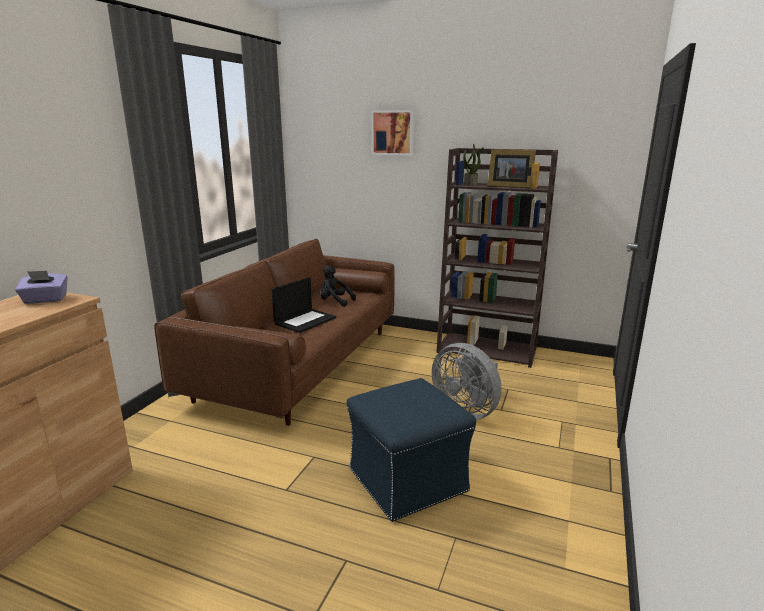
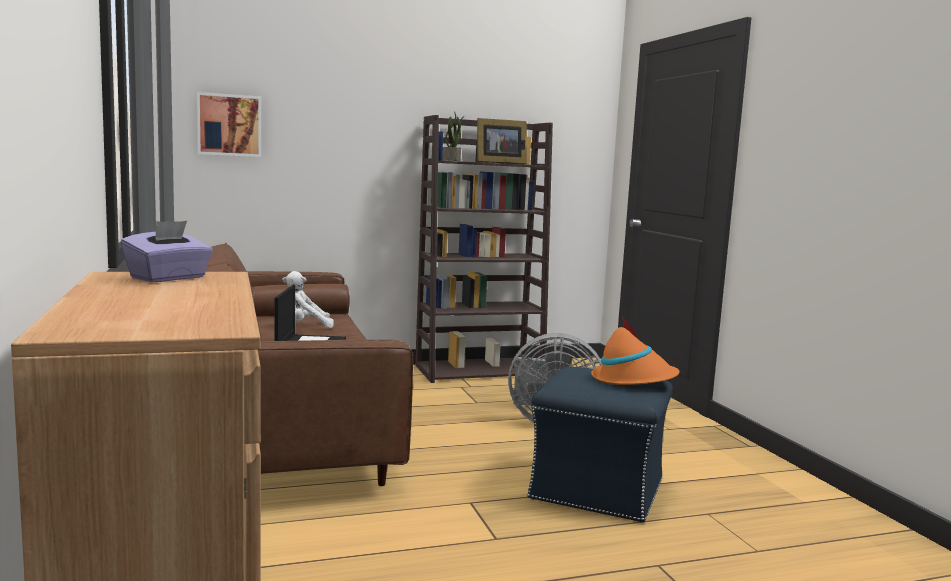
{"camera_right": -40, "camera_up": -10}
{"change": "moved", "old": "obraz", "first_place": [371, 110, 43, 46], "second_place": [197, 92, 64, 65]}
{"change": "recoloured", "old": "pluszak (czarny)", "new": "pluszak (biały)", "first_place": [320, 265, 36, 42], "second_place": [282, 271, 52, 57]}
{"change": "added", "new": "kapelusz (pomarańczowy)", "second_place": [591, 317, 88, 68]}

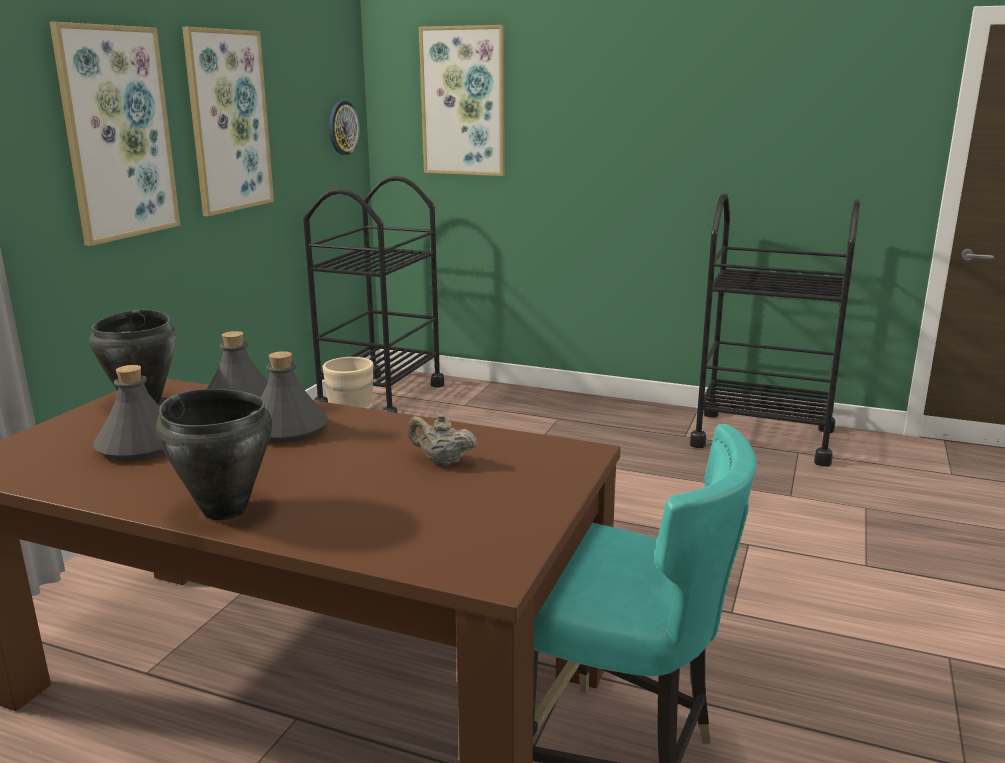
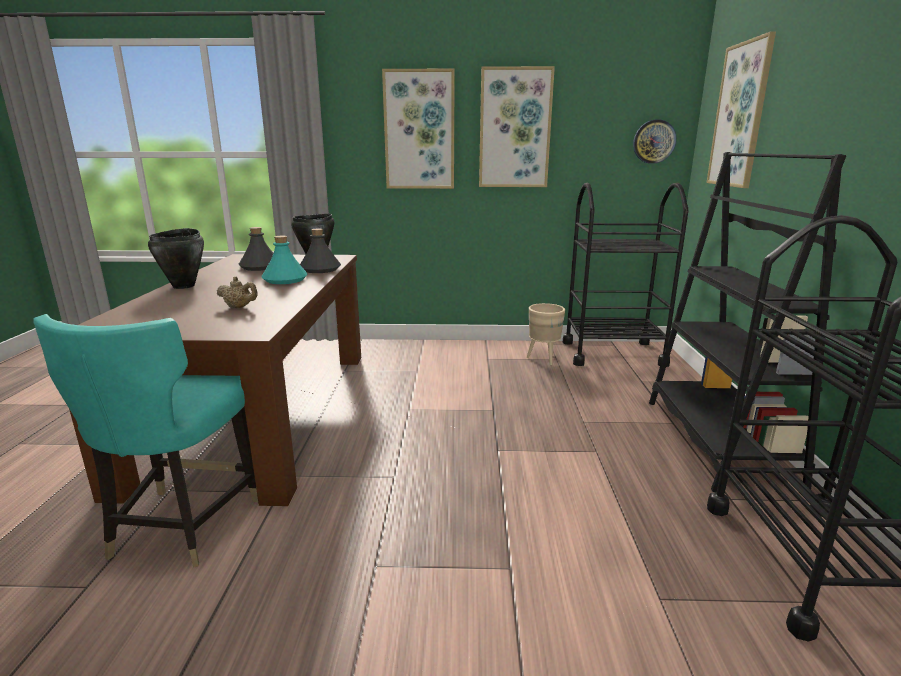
{"camera_right": 70, "camera_up": 0}
{"change": "recoloured", "old": "butelka (szary)", "new": "butelka (turkusowy)", "first_place": [261, 351, 67, 92], "second_place": [261, 236, 47, 48]}
{"change": "turned", "old": "imbryk (beżowy)", "first_place": [408, 414, 69, 52], "second_place": [217, 277, 41, 31], "degrees": 105}
{"change": "added", "new": "regał (czarny)", "second_place": [649, 152, 197, 340]}

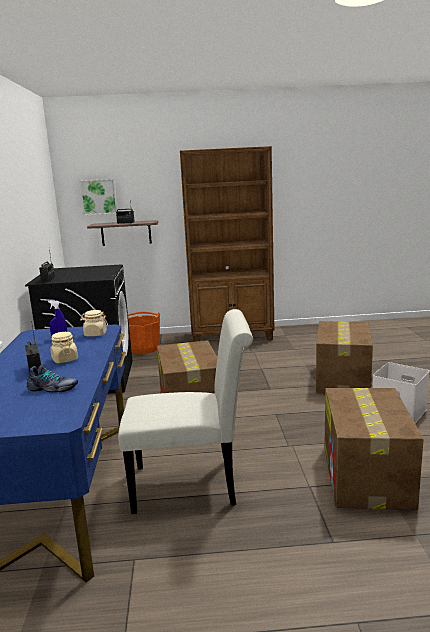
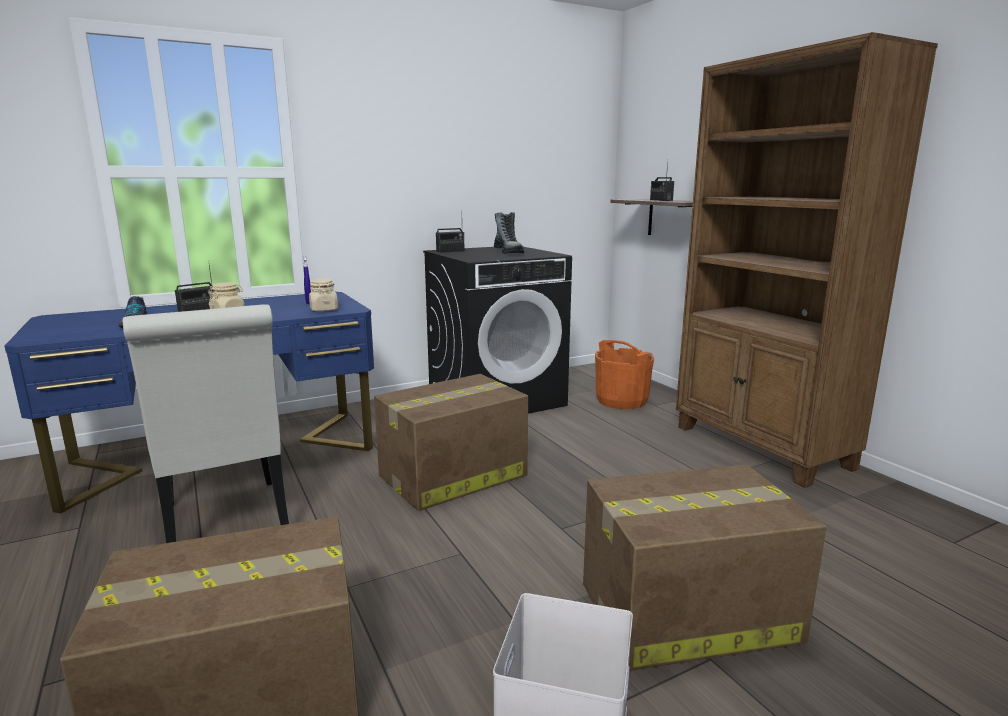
{"camera_right": 65, "camera_up": 0}
{"change": "removed", "old": "obraz", "first_place": [79, 179, 38, 37]}
{"change": "added", "new": "but z cholewką", "second_place": [494, 212, 30, 42]}

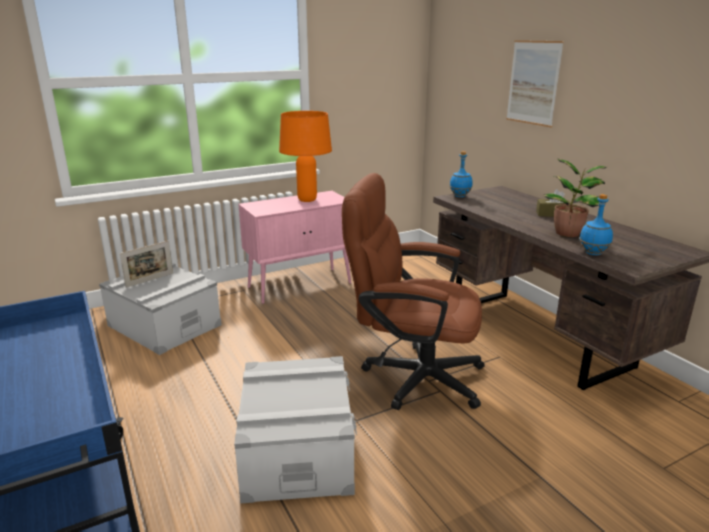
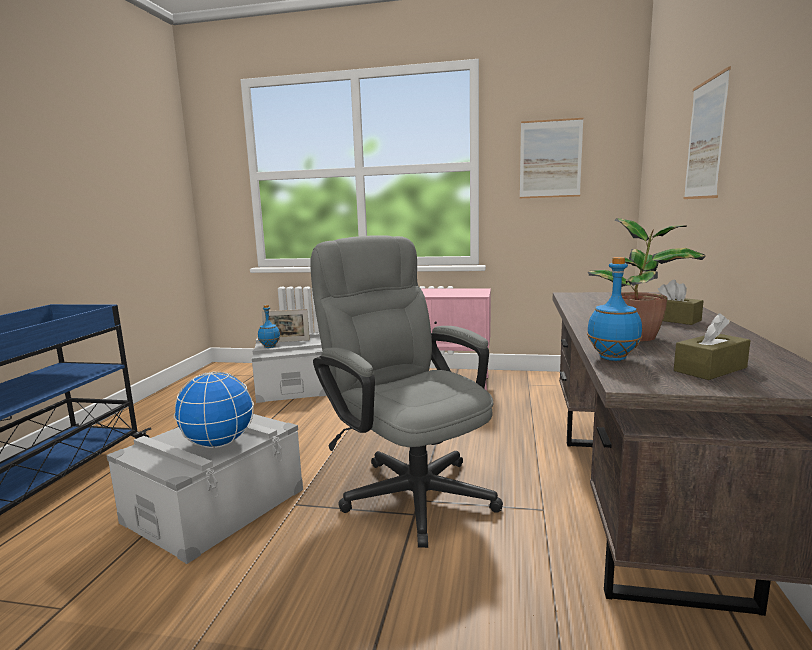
{"camera_right": 40, "camera_up": -10}
{"change": "removed", "old": "lampa stołowa (pomarańczowy)", "first_place": [279, 111, 53, 91]}
{"change": "moved", "old": "butelka (niebieski)", "first_place": [450, 151, 23, 47], "second_place": [258, 305, 22, 43]}
{"change": "recoloured", "old": "krzesło biurowe (brązowy)", "new": "krzesło biurowe (szary)", "first_place": [342, 173, 143, 237], "second_place": [310, 235, 193, 313]}
{"change": "added", "new": "obraz", "second_place": [520, 118, 63, 80]}
{"change": "added", "new": "pudełko chusteczek (brązowy)", "second_place": [674, 313, 77, 67]}
{"change": "added", "new": "globus", "second_place": [174, 372, 80, 76]}

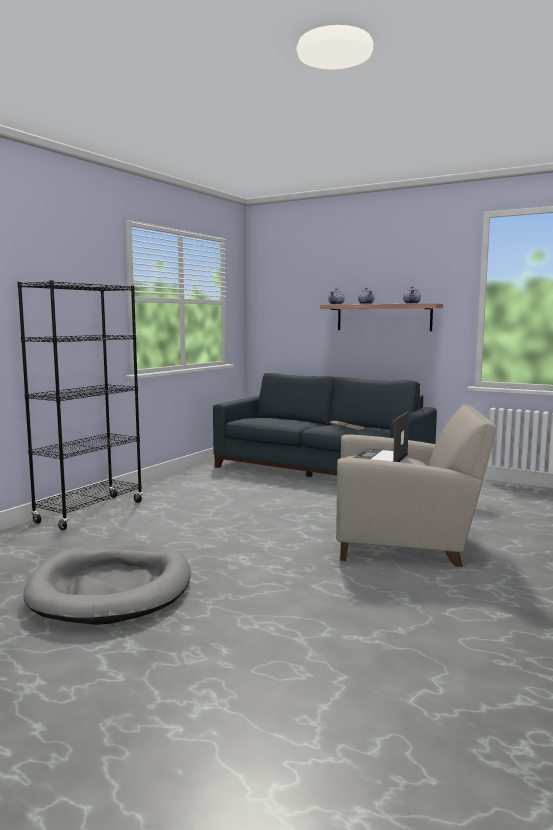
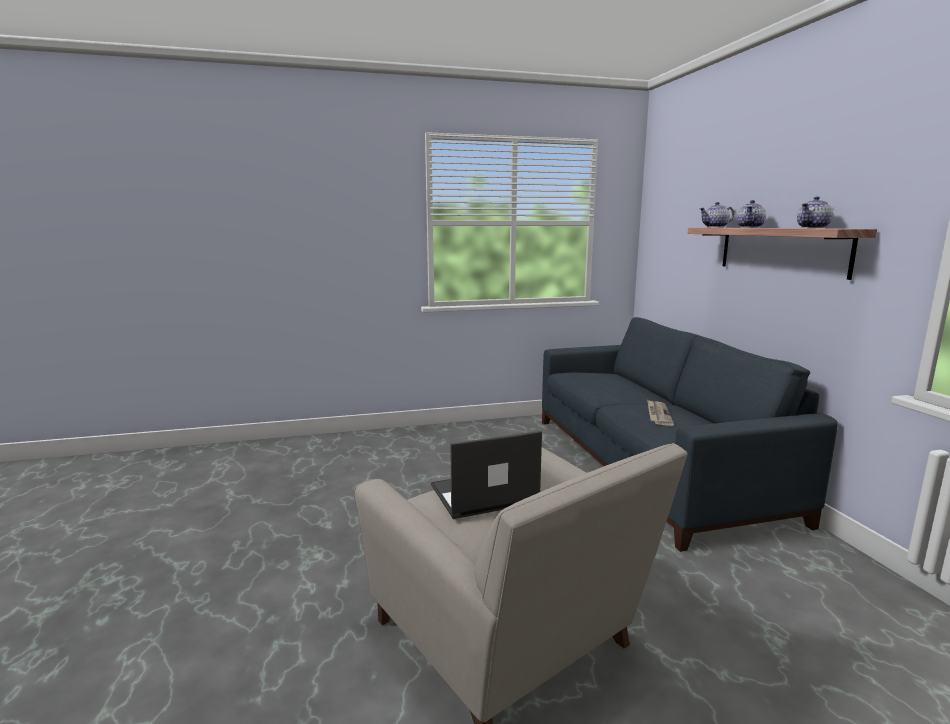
{"camera_right": 45, "camera_up": 5}
{"change": "removed", "old": "regał (czarny)", "first_place": [17, 280, 126, 250]}
{"change": "removed", "old": "legowisko (szary)", "first_place": [23, 544, 168, 81]}

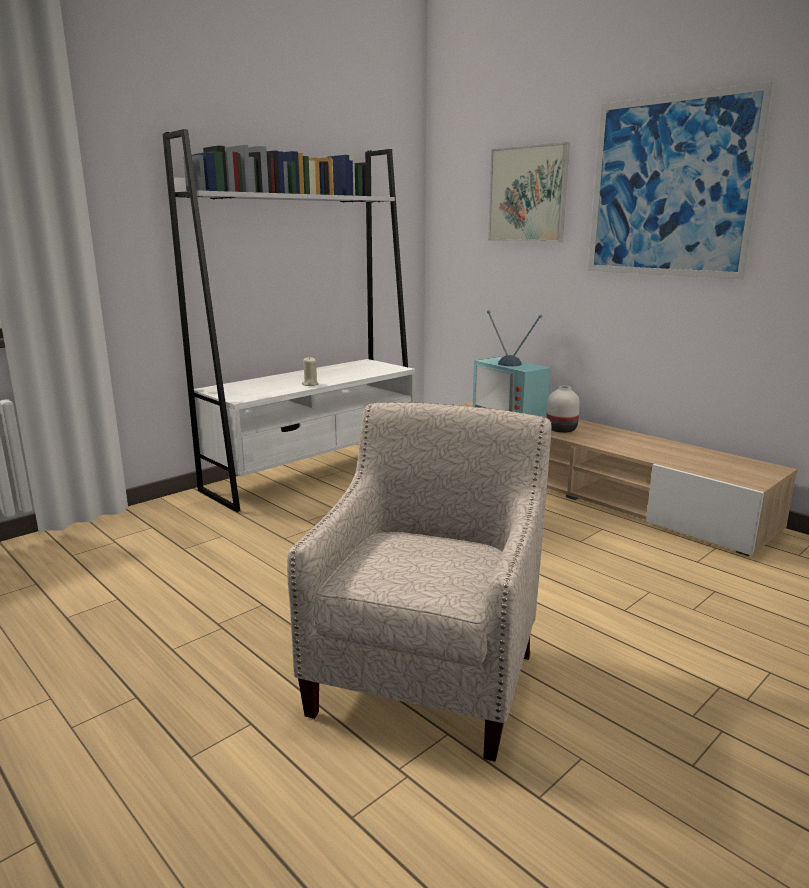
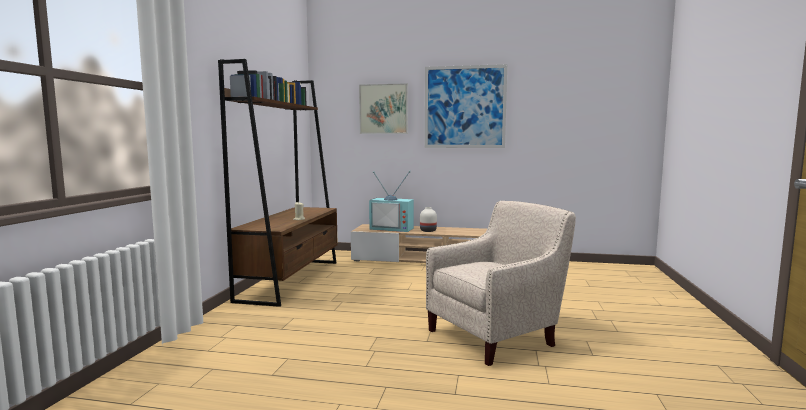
{"camera_right": -35, "camera_up": -10}
{"change": "recoloured", "old": "regał (biały)", "new": "regał (brązowy)", "first_place": [162, 129, 253, 383], "second_place": [218, 59, 120, 248]}
{"change": "turned", "old": "fotel (beżowy)", "first_place": [287, 402, 265, 360], "second_place": [426, 201, 150, 165], "degrees": 75}

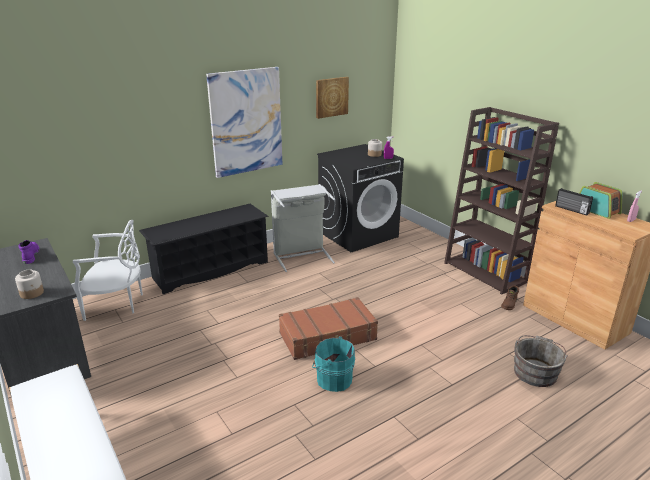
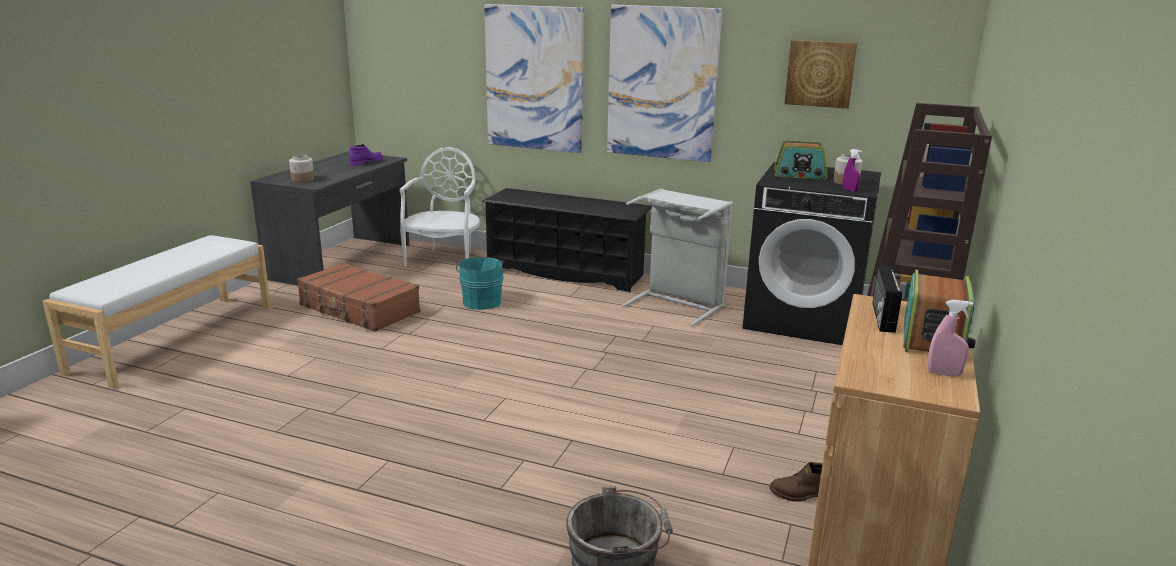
{"camera_right": 55, "camera_up": -5}
{"change": "turned", "old": "krzesło (biały)", "first_place": [73, 220, 70, 101], "second_place": [400, 147, 80, 120], "degrees": -135}
{"change": "moved", "old": "walizka (brązowy)", "first_place": [279, 297, 99, 63], "second_place": [297, 263, 123, 69]}
{"change": "moved", "old": "wiadro (turkusowy)", "first_place": [312, 336, 43, 56], "second_place": [456, 257, 48, 53]}
{"change": "added", "new": "obraz", "second_place": [484, 4, 100, 149]}
{"change": "added", "new": "radio", "second_place": [774, 140, 53, 40]}

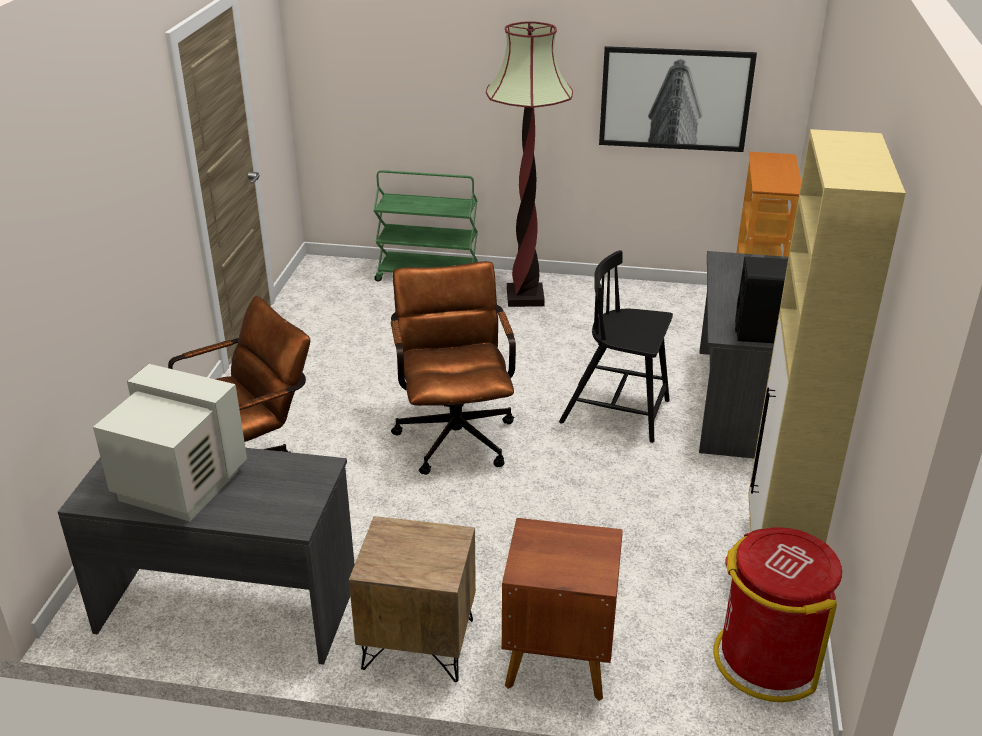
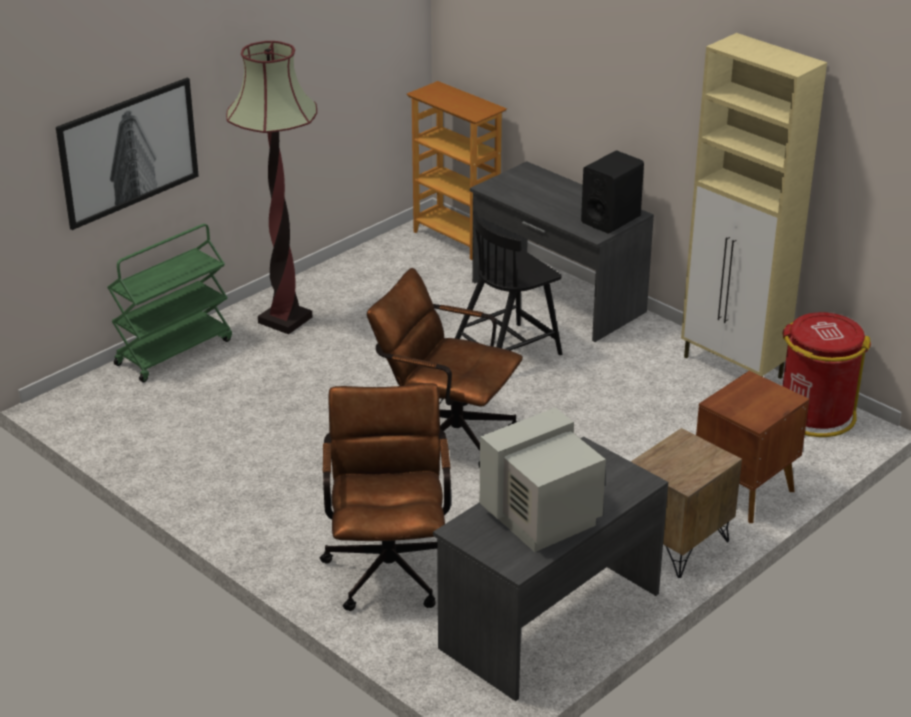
{"camera_right": -55, "camera_up": 0}
{"change": "moved", "old": "obraz", "first_place": [599, 46, 158, 106], "second_place": [56, 78, 143, 152]}

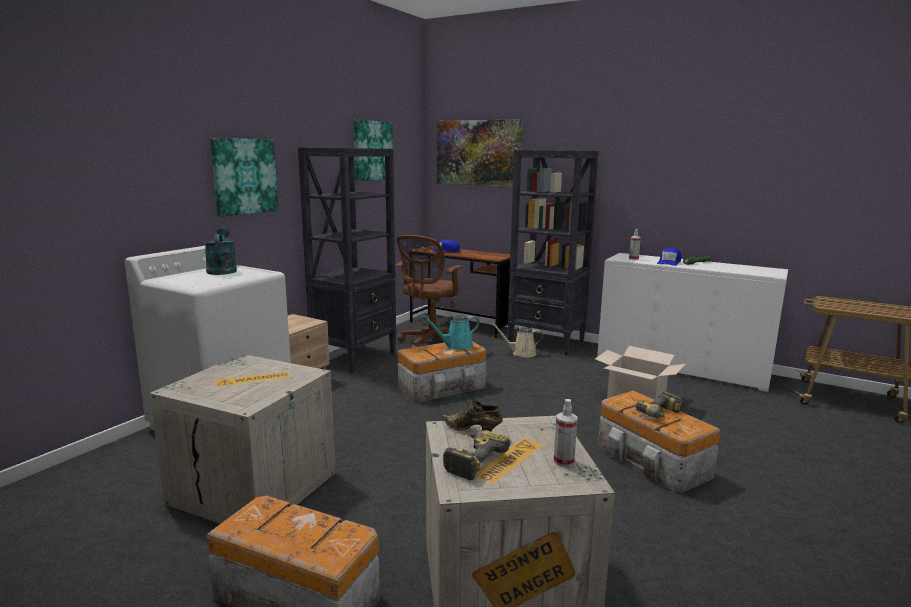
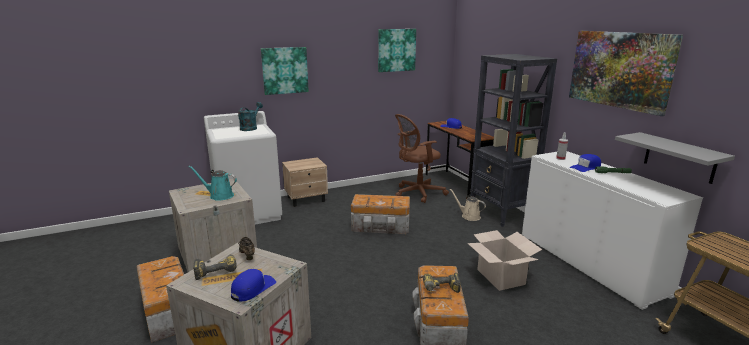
{"camera_right": 35, "camera_up": 5}
{"change": "moved", "old": "obraz", "first_place": [437, 119, 86, 68], "second_place": [569, 31, 114, 85]}
{"change": "removed", "old": "regał (czarny)", "first_place": [298, 148, 99, 225]}
{"change": "moved", "old": "konewka (turkusowy)", "first_place": [422, 315, 58, 35], "second_place": [189, 166, 48, 35]}
{"change": "replaced", "old": "spryskiwacz", "new": "czapka z daszkiem (niebieski)", "first_place": [554, 399, 24, 68], "second_place": [231, 269, 45, 33]}
{"change": "added", "new": "półka (szary)", "second_place": [615, 132, 120, 52]}

